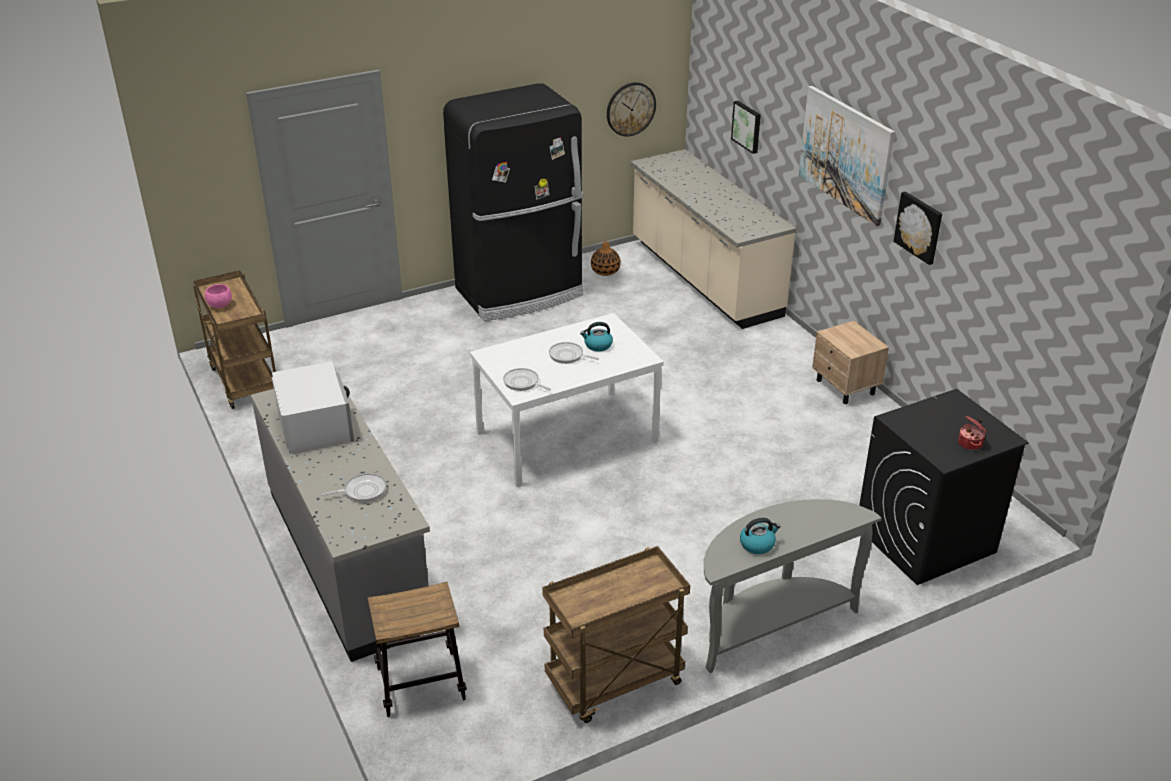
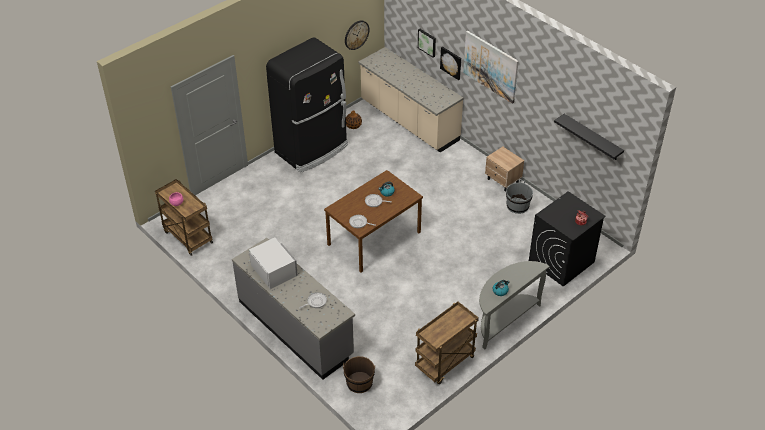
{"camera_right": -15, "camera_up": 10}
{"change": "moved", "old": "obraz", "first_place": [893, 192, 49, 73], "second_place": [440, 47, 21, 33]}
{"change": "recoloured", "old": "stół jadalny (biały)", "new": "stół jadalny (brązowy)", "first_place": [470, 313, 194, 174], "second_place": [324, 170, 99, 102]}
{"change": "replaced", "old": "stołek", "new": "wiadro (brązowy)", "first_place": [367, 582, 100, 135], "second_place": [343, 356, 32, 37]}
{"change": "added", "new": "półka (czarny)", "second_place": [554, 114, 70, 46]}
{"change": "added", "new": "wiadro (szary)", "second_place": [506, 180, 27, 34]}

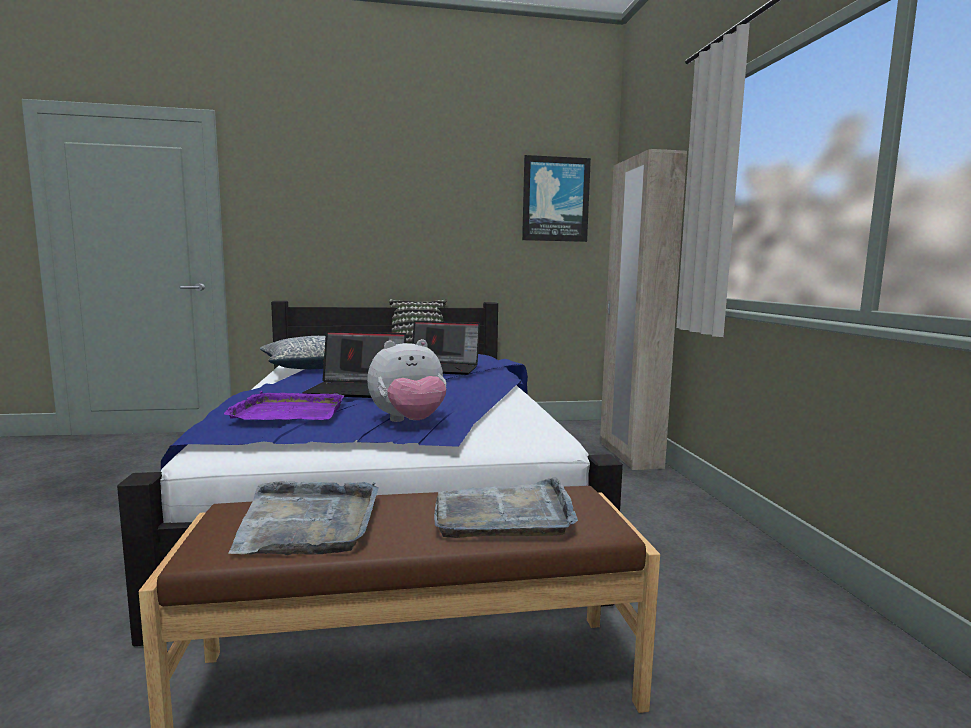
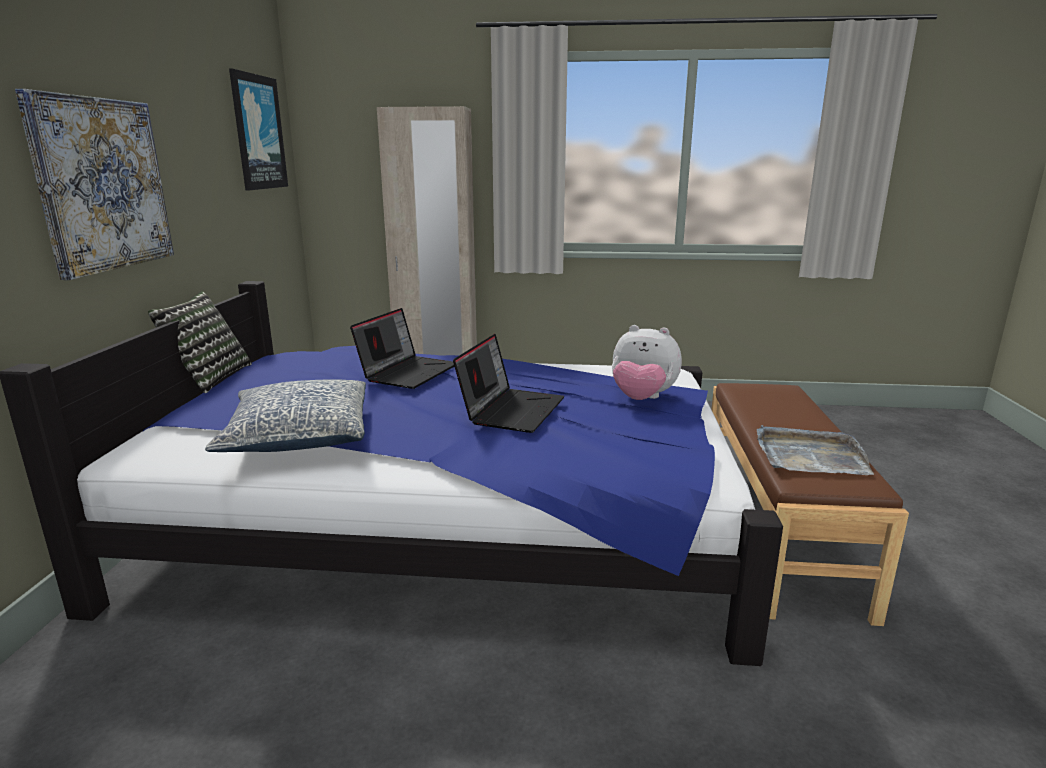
{"camera_right": -75, "camera_up": 10}
{"change": "turned", "old": "pluszak", "first_place": [367, 339, 80, 83], "second_place": [612, 325, 70, 75], "degrees": 120}
{"change": "removed", "old": "taca (fioletowy)", "first_place": [224, 391, 120, 29]}
{"change": "removed", "old": "taca (szary)", "first_place": [434, 477, 144, 61]}
{"change": "added", "new": "obraz", "second_place": [15, 89, 159, 191]}

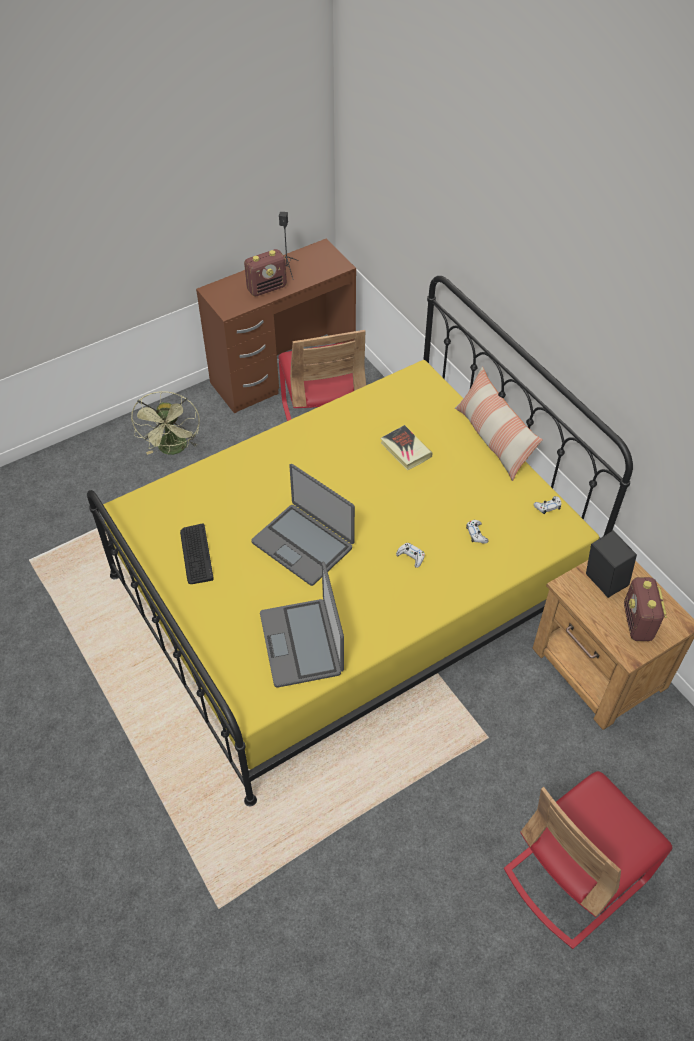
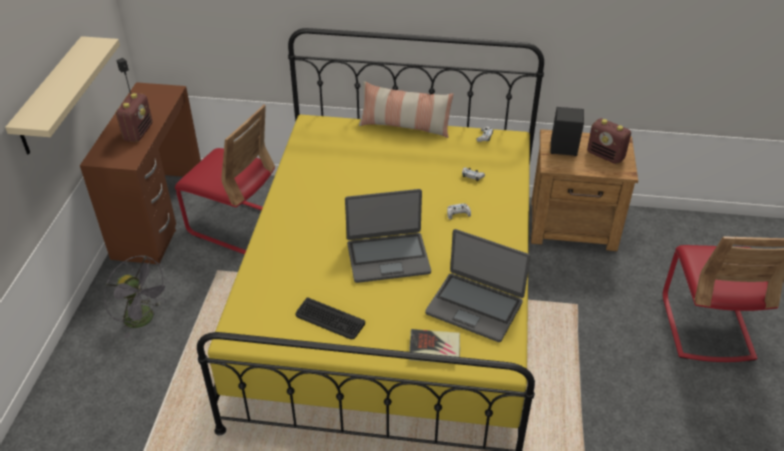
{"camera_right": -50, "camera_up": -10}
{"change": "recoloured", "old": "wentylator (zielony)", "new": "wentylator (szary)", "first_place": [131, 391, 69, 64], "second_place": [104, 255, 66, 83]}
{"change": "moved", "old": "książka", "first_place": [380, 425, 52, 46], "second_place": [409, 329, 51, 34]}
{"change": "added", "new": "półka (beżowy)", "second_place": [5, 36, 115, 118]}

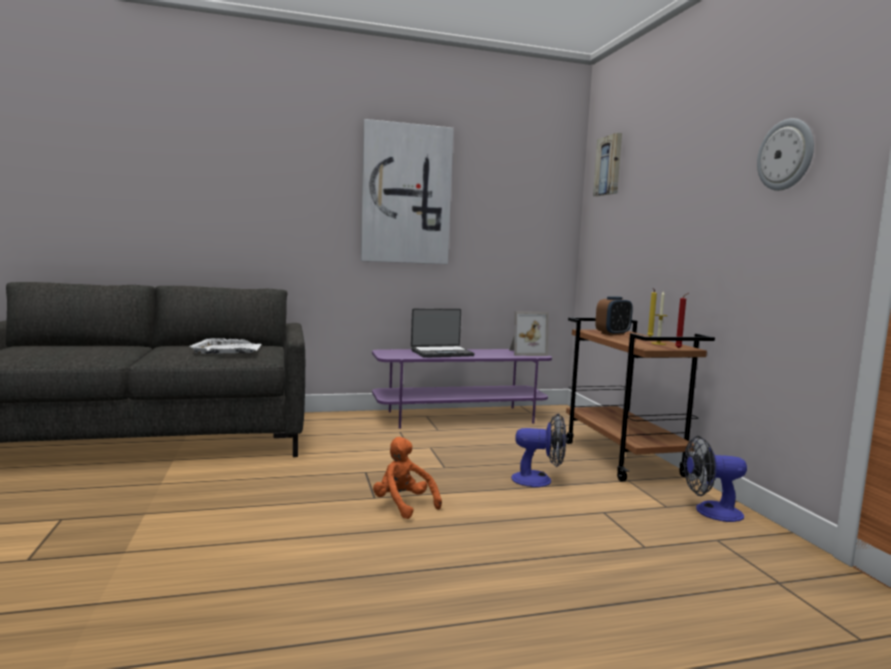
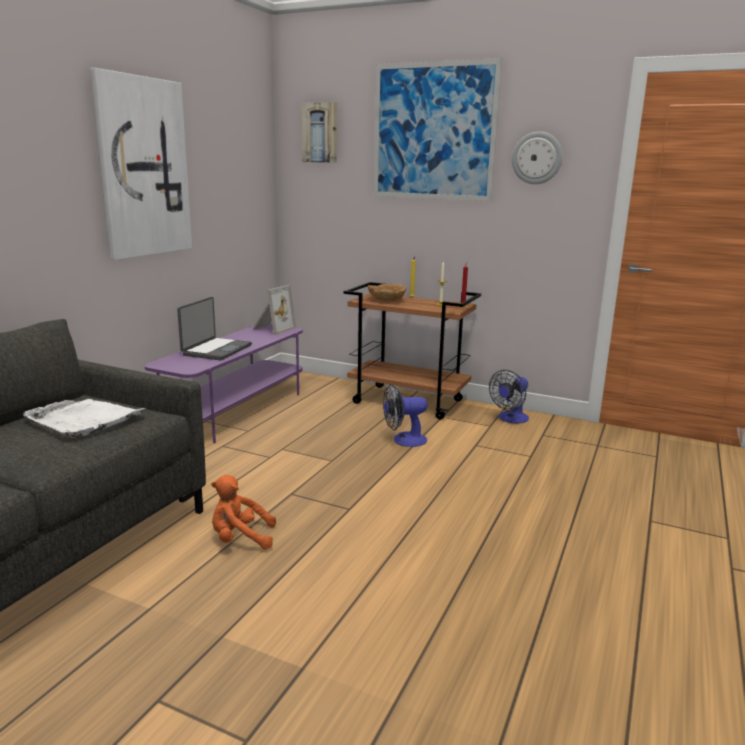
{"camera_right": -50, "camera_up": 10}
{"change": "replaced", "old": "budzik", "new": "miska (brązowy)", "first_place": [595, 296, 38, 40], "second_place": [368, 284, 38, 18]}
{"change": "turned", "old": "wentylator", "first_place": [511, 413, 55, 74], "second_place": [383, 384, 45, 63], "degrees": -150}
{"change": "moved", "old": "pluszak (pomarańczowy)", "first_place": [373, 437, 69, 82], "second_place": [211, 475, 65, 74]}
{"change": "added", "new": "obraz", "second_place": [373, 58, 129, 143]}

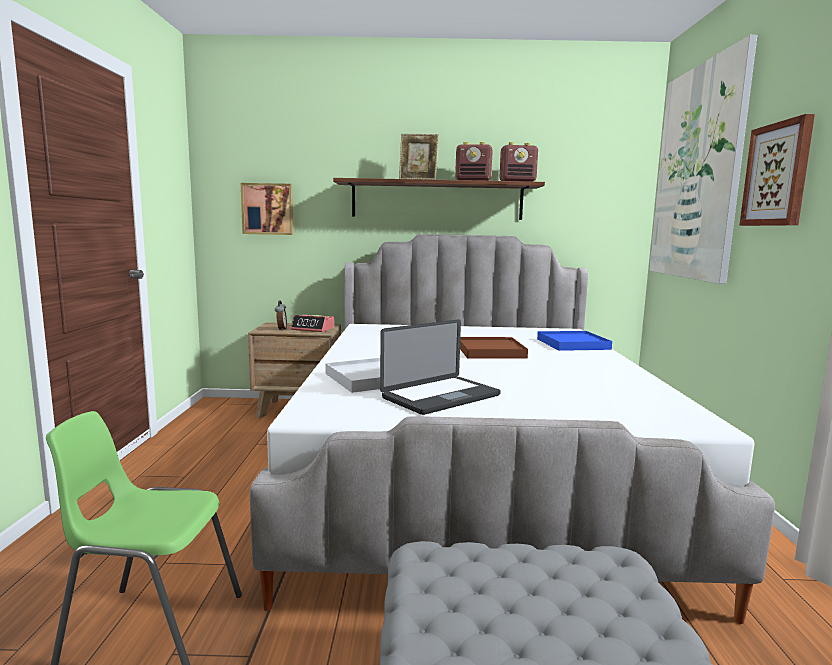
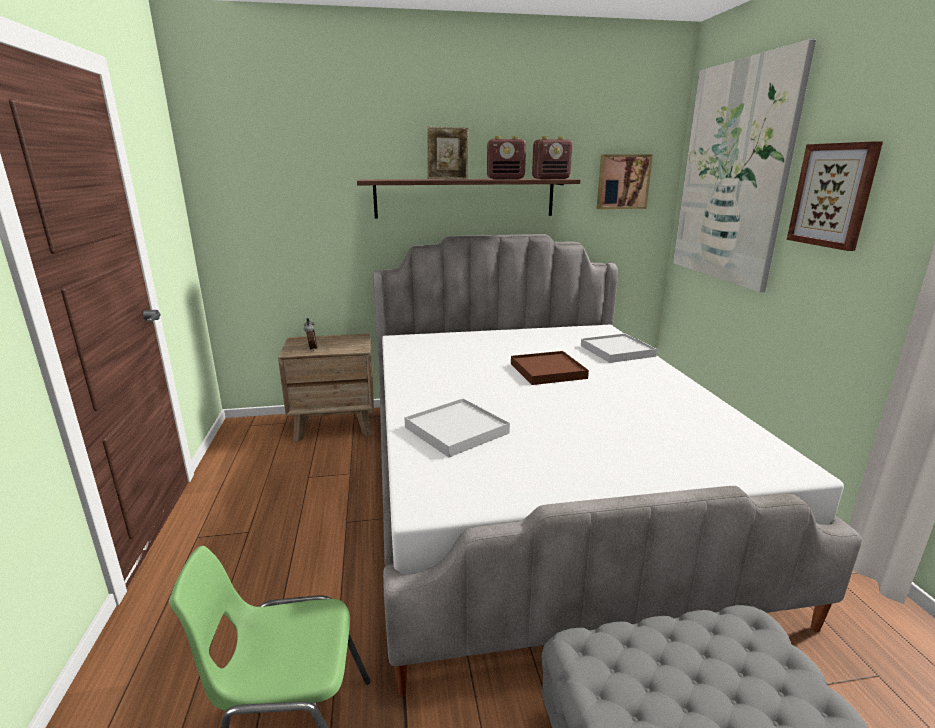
{"camera_right": -10, "camera_up": 10}
{"change": "moved", "old": "obraz", "first_place": [241, 183, 52, 52], "second_place": [597, 154, 56, 55]}
{"change": "removed", "old": "budzik", "first_place": [290, 315, 44, 17]}
{"change": "removed", "old": "laptop", "first_place": [380, 319, 121, 96]}
{"change": "recoloured", "old": "taca (niebieski)", "new": "taca (biały)", "first_place": [537, 331, 75, 20], "second_place": [581, 333, 76, 30]}

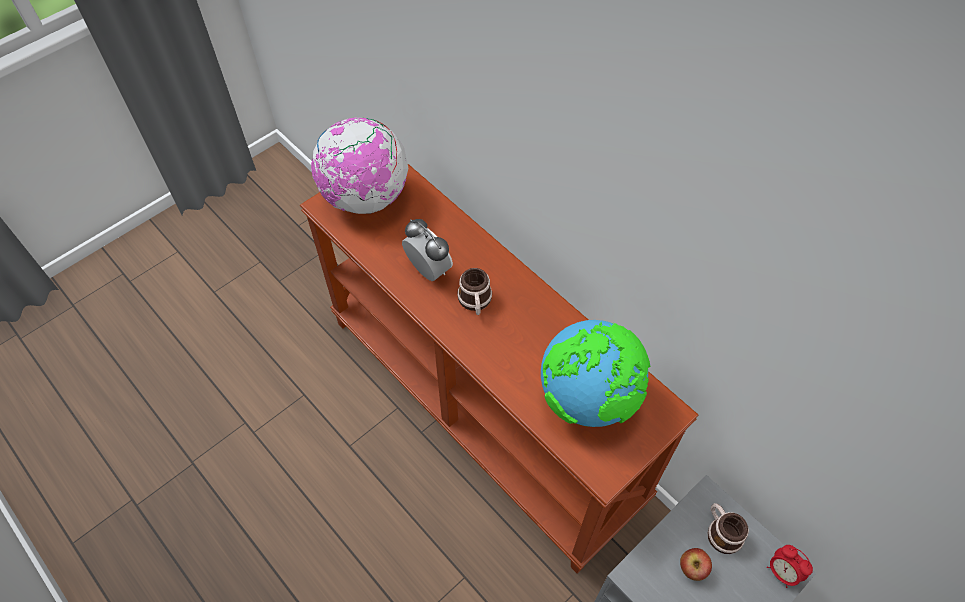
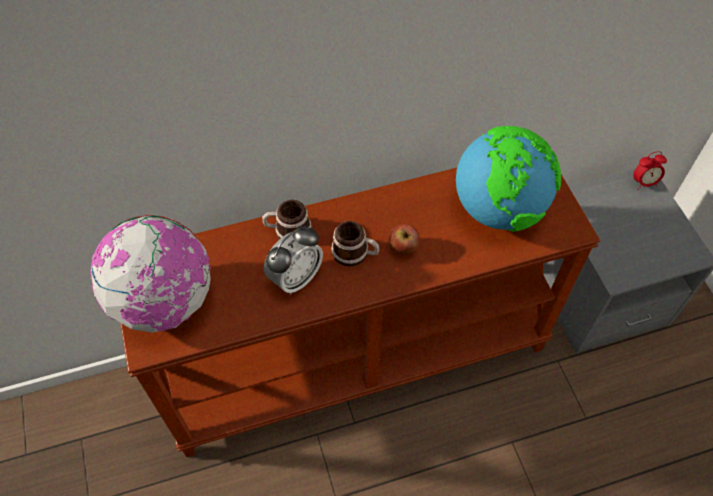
{"camera_right": -65, "camera_up": 0}
{"change": "turned", "old": "budzik", "first_place": [402, 219, 51, 62], "second_place": [264, 226, 59, 69], "degrees": 150}
{"change": "moved", "old": "kubek", "first_place": [708, 503, 41, 51], "second_place": [262, 200, 50, 39]}
{"change": "moved", "old": "jabłko", "first_place": [680, 548, 32, 33], "second_place": [389, 224, 31, 30]}

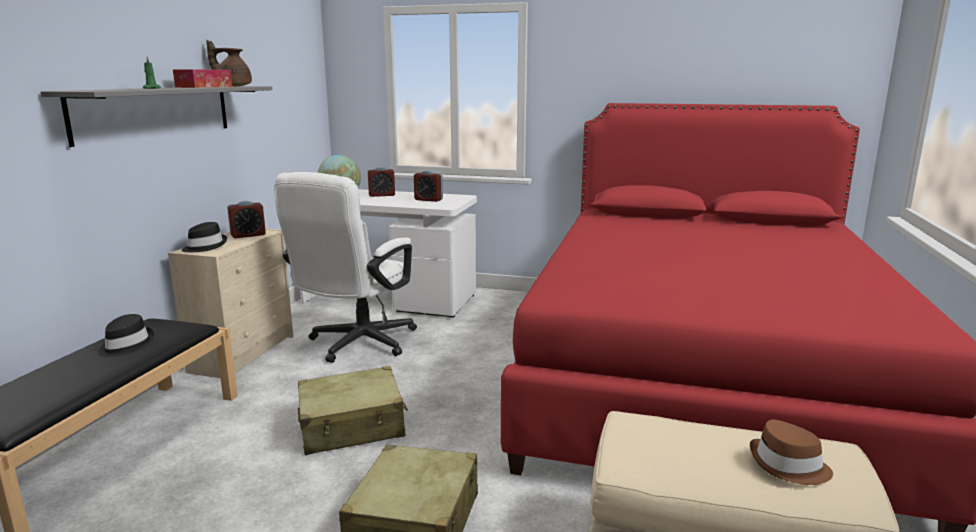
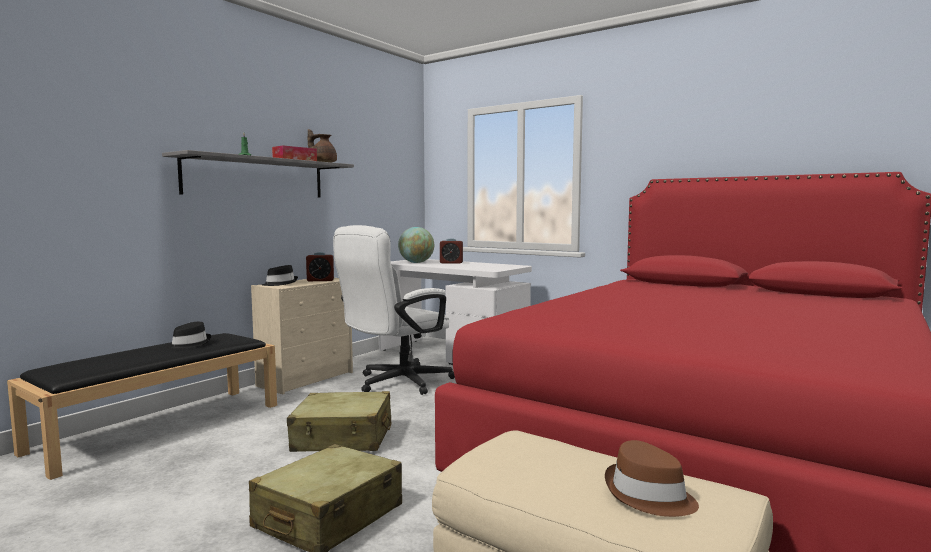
{"camera_right": 20, "camera_up": -10}
{"change": "removed", "old": "budzik", "first_place": [414, 171, 29, 31]}

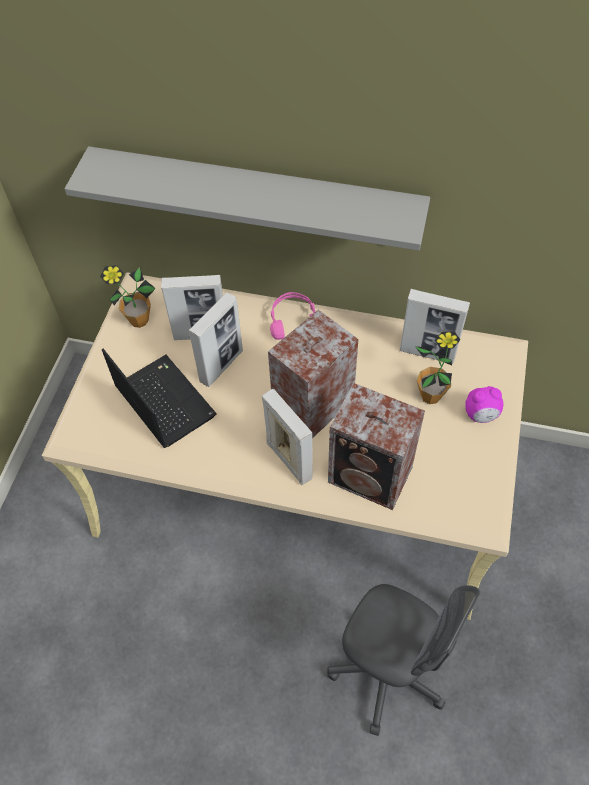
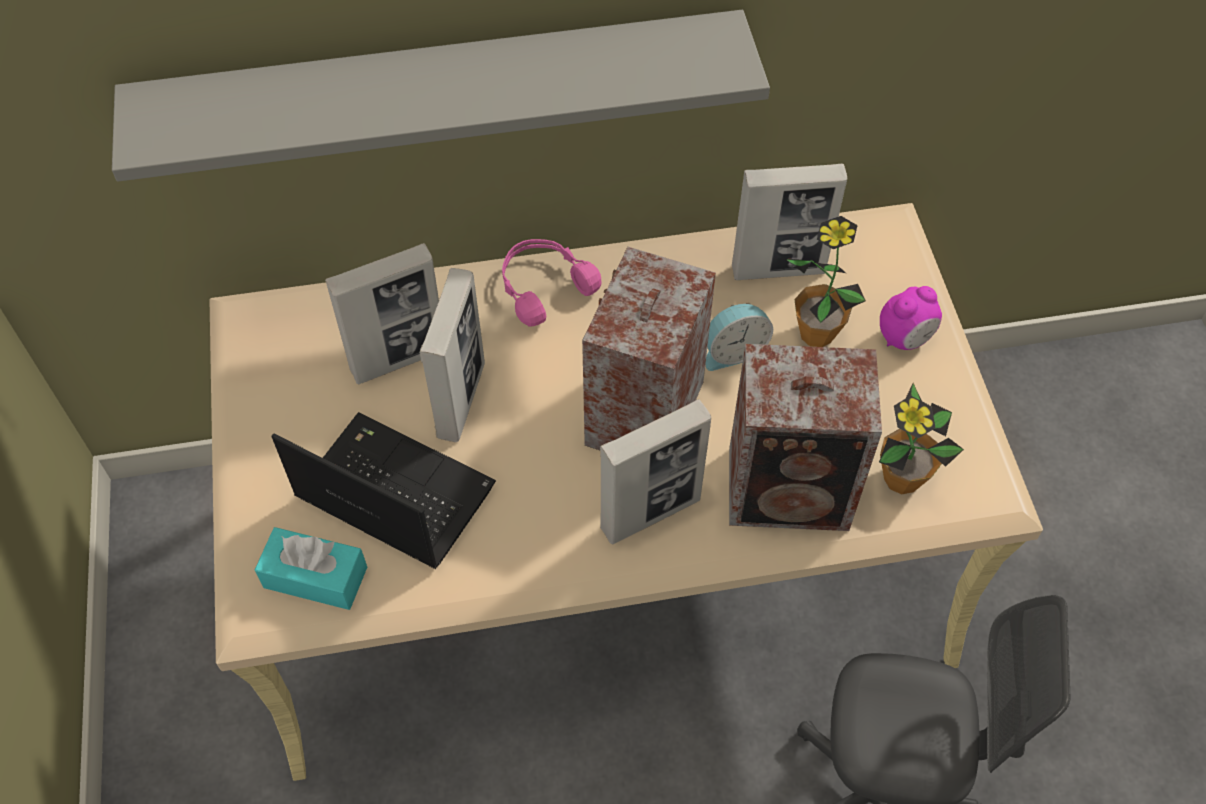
{"camera_right": -25, "camera_up": 0}
{"change": "moved", "old": "roślina doniczkowa", "first_place": [100, 265, 56, 63], "second_place": [879, 383, 85, 111]}
{"change": "turned", "old": "ramka na zdjęcie", "first_place": [262, 389, 51, 96], "second_place": [600, 399, 111, 145], "degrees": 120}
{"change": "added", "new": "budzik", "second_place": [706, 303, 67, 68]}
{"change": "added", "new": "pudełko chusteczek (turkusowy)", "second_place": [255, 527, 112, 83]}

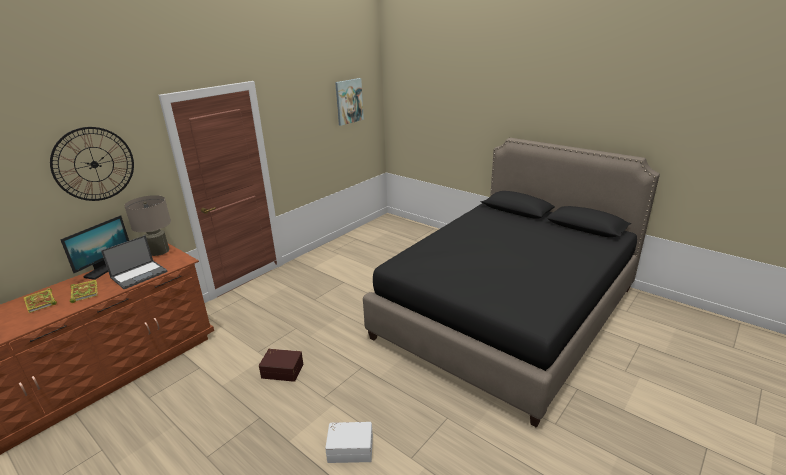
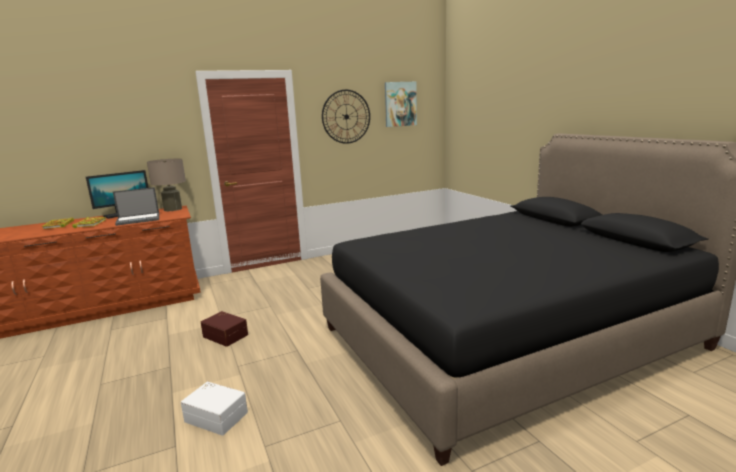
{"camera_right": 25, "camera_up": -10}
{"change": "moved", "old": "zegar ścienny", "first_place": [50, 127, 84, 74], "second_place": [322, 90, 48, 54]}

